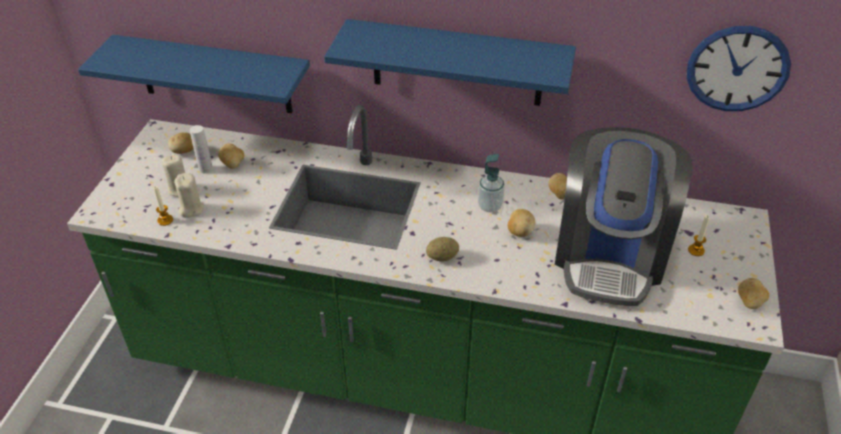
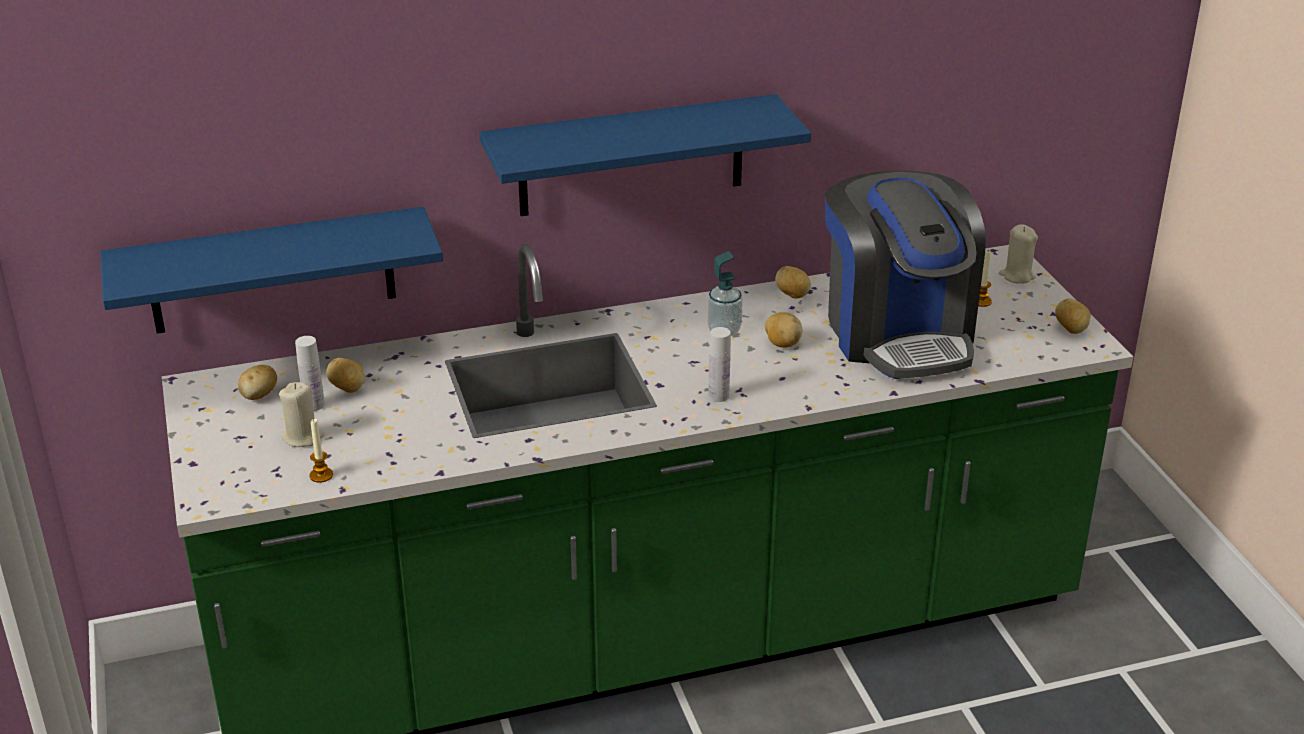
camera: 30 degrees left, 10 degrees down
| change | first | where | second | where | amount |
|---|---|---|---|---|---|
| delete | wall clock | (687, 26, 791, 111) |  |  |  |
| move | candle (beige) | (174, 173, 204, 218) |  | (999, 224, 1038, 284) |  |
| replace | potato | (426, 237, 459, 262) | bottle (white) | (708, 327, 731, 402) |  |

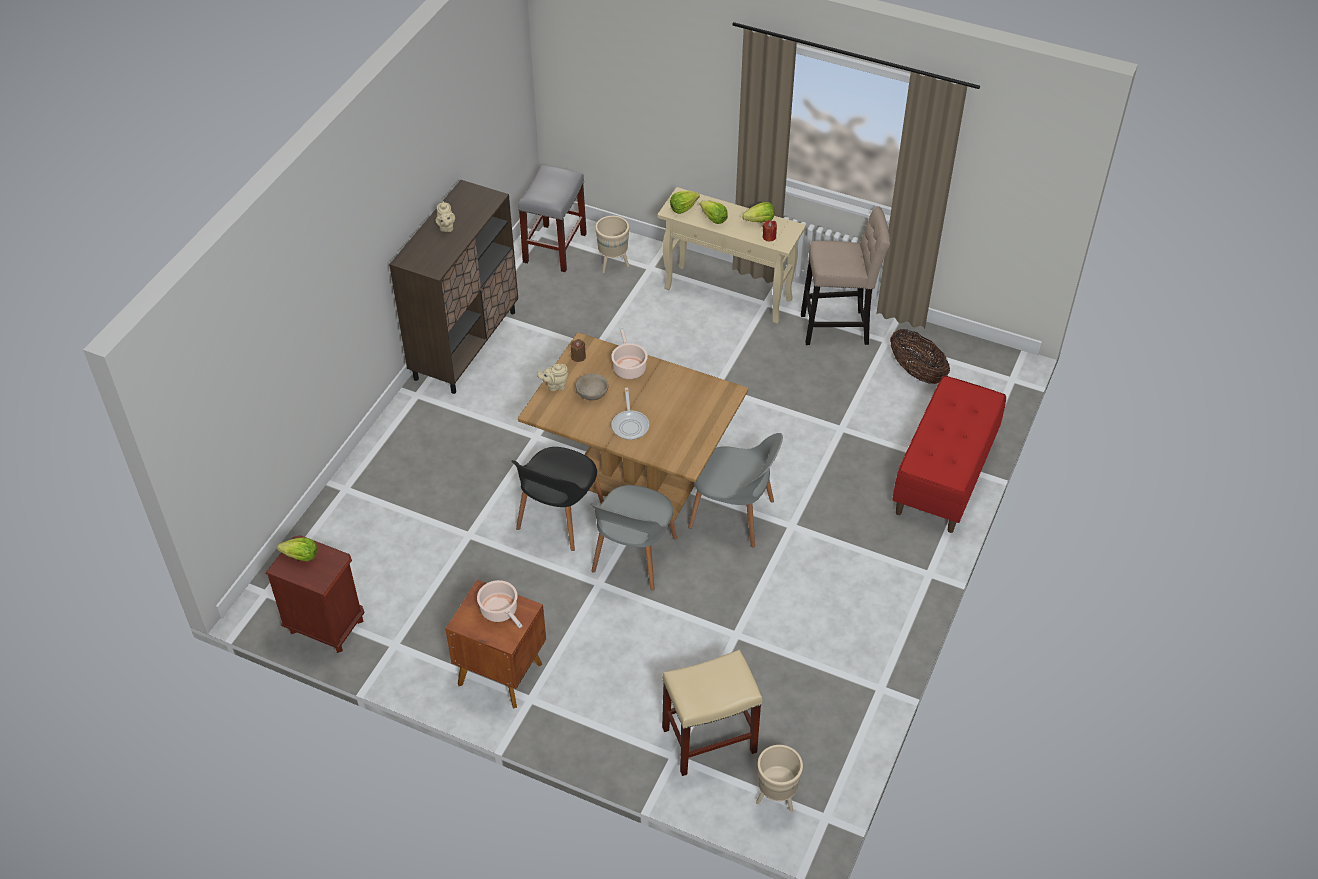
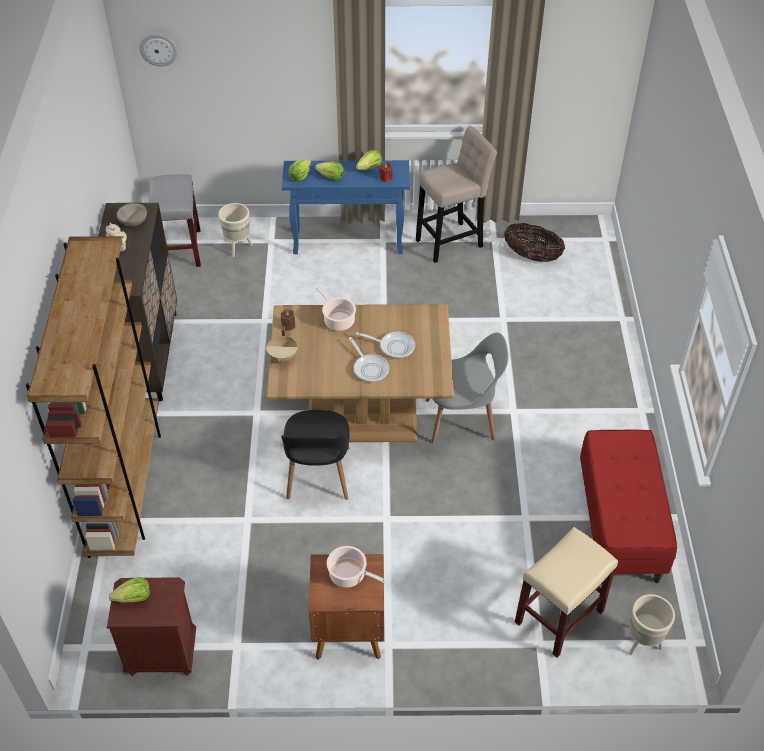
camera: 25 degrees left, 0 degrees up
| change | first | where | second | where | amount |
|---|---|---|---|---|---|
| delete | chair (grey) | (591, 485, 677, 590) |  |  |  |
| insert |  |  | bookcase (brown) | (26, 236, 161, 558) |  |
| insert |  |  | wall clock | (139, 34, 178, 67) |  |
| insert |  |  | frying pan | (356, 332, 415, 358) |  |
| move | bowl (beige) | (576, 373, 609, 400) |  | (117, 203, 147, 227) |  |
| move | bench (red) | (892, 376, 1006, 533) |  | (580, 430, 677, 583) |  |
| replace | teapot (beige) | (537, 364, 569, 391) | cooking pot (beige) | (266, 325, 298, 363) |  |
| recolor | console table (beige) | (657, 187, 806, 324) | console table (blue) | (282, 160, 410, 254) |  |

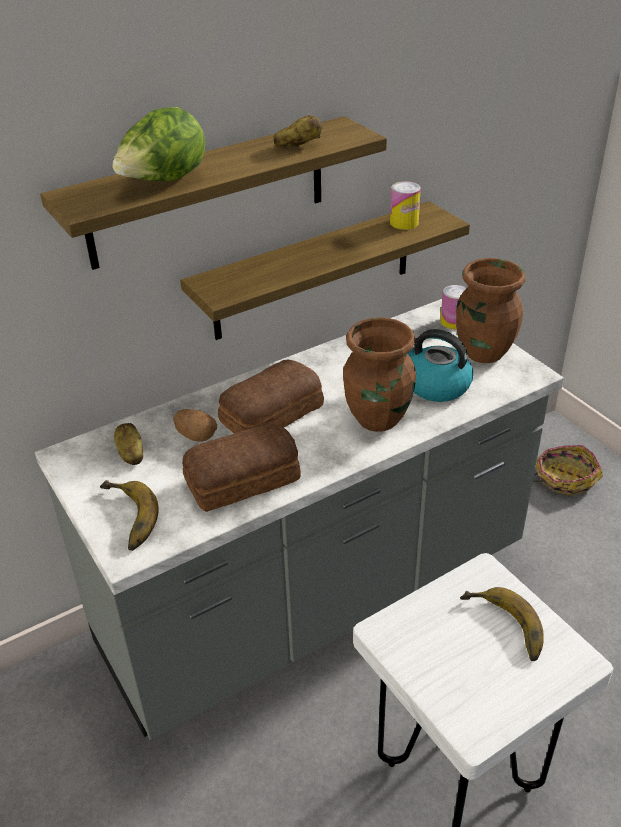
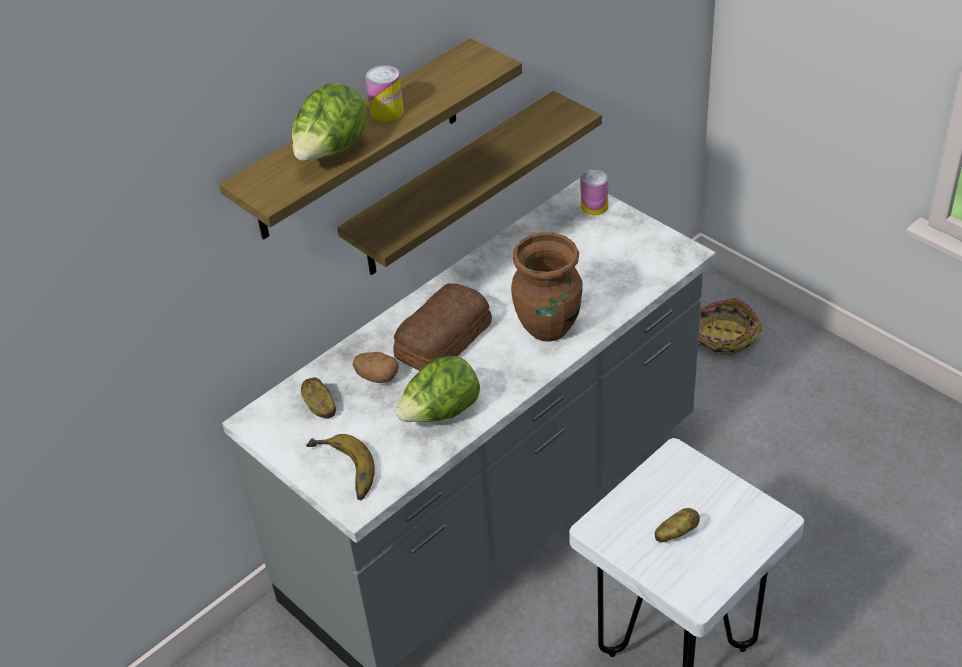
camera: 10 degrees left, 5 degrees up
| change | first | where | second | where | amount |
|---|---|---|---|---|---|
| delete | kettle | (407, 329, 473, 402) |  |  |  |
| delete | vase (brown) | (456, 258, 526, 363) |  |  |  |
| delete | banana | (460, 587, 544, 661) |  |  |  |
| move | potato | (274, 115, 323, 148) |  | (655, 508, 700, 542) |  |
| move | can | (390, 181, 421, 230) |  | (366, 65, 404, 122) |  |
| replace | bread | (182, 424, 301, 512) | lettuce | (395, 356, 480, 422) |  |

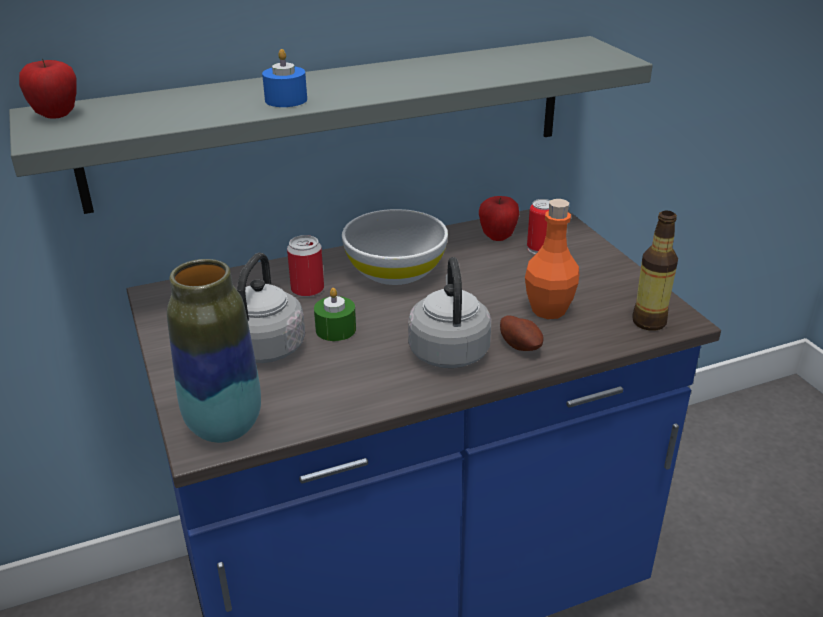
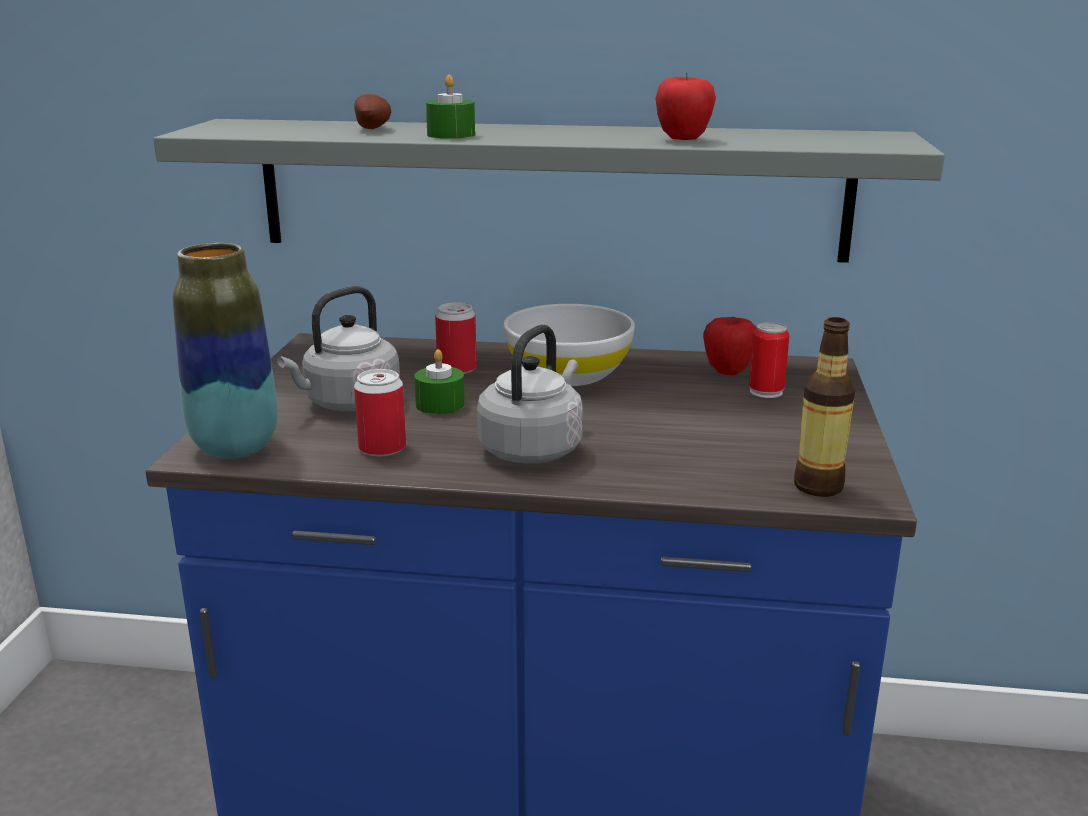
camera: 30 degrees right, 10 degrees down
| change | first | where | second | where | amount |
|---|---|---|---|---|---|
| delete | bottle (orange) | (525, 199, 579, 319) |  |  |  |
| insert |  |  | can | (354, 369, 406, 456) |  |
| move | apple | (19, 59, 77, 118) |  | (655, 72, 716, 140) |  |
| move | potato | (500, 315, 544, 351) |  | (354, 94, 391, 129) |  |
| recolor | candle (blue) | (262, 49, 307, 107) | candle (green) | (426, 75, 475, 139) |  |

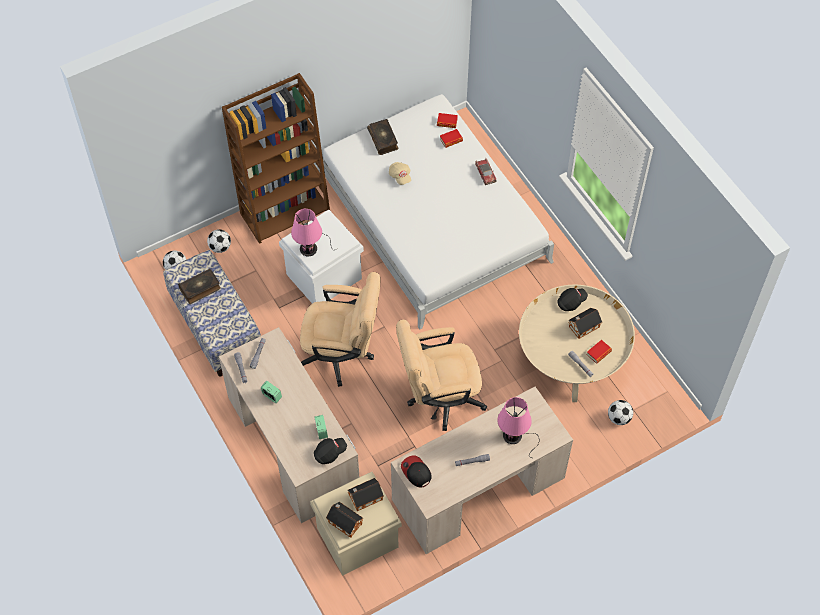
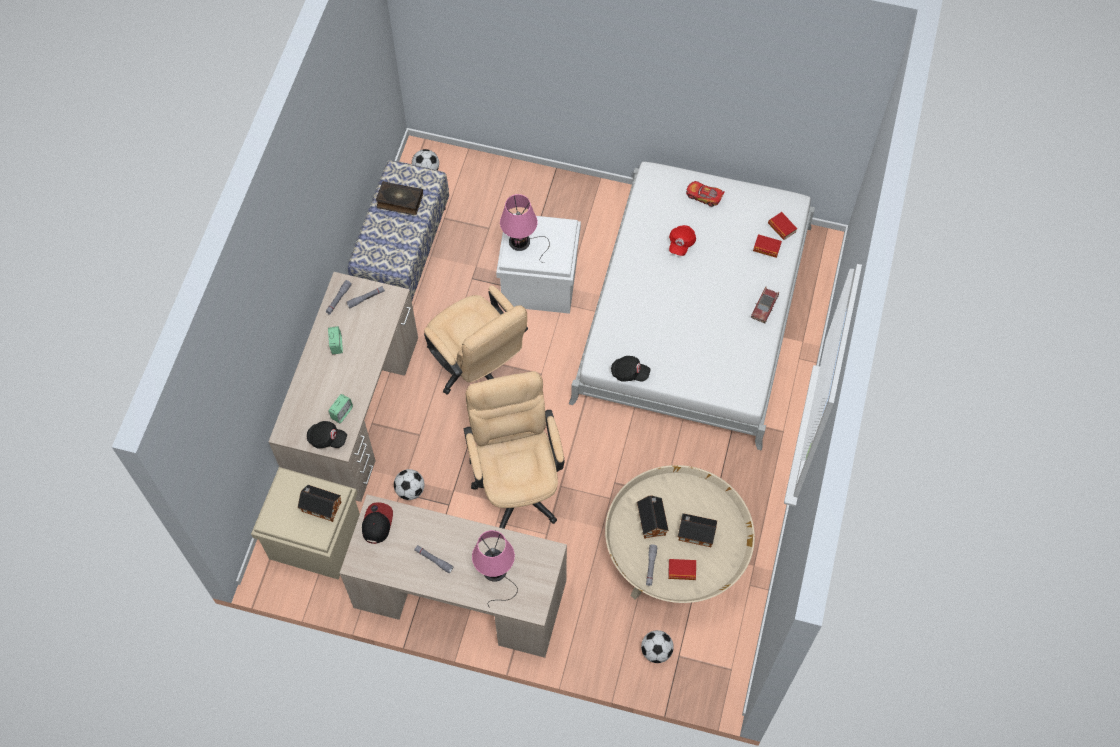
camera: 45 degrees right, 5 degrees up
| change | first | where | second | where | amount |
|---|---|---|---|---|---|
| delete | bookcase (brown) | (222, 73, 330, 244) |  |  |  |
| move | football | (207, 229, 231, 253) |  | (394, 469, 425, 500) |  |
| move | toy house | (326, 502, 363, 538) |  | (637, 495, 669, 539) |  |
| move | cap (black) | (557, 288, 588, 311) |  | (611, 356, 651, 382) |  |
| replace | book | (367, 119, 399, 155) | toy car | (686, 181, 725, 207) |  |
| recolor | cap (beige) | (389, 162, 411, 185) | cap (red) | (669, 225, 696, 256) |  |
| rotate | office chair (beige) | (396, 319, 487, 431) |  | (464, 371, 564, 529) | 45 degrees clockwise |

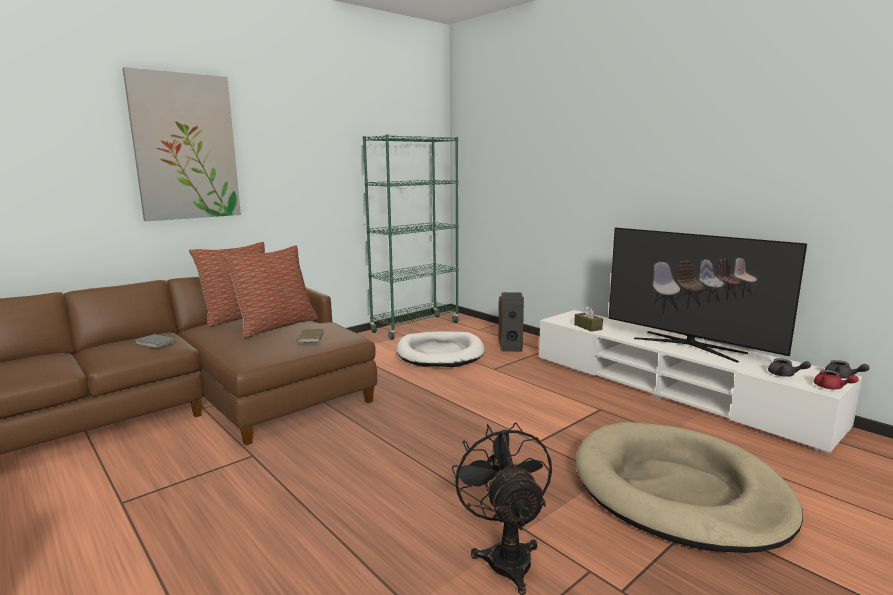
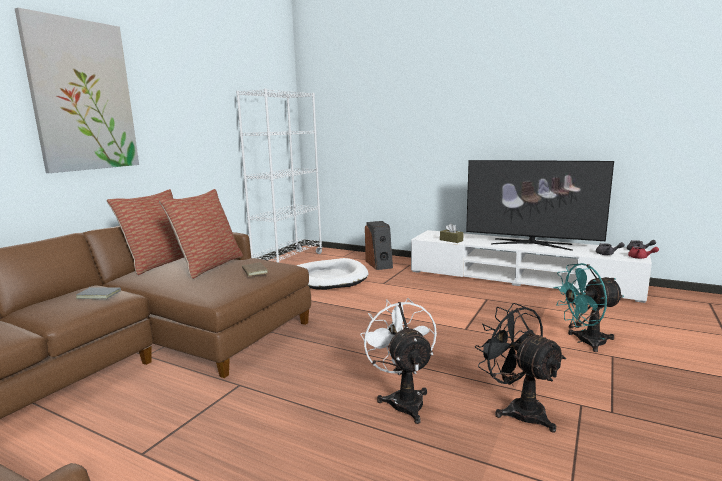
camera: 20 degrees left, 0 degrees up
| change | first | where | second | where | amount |
|---|---|---|---|---|---|
| insert |  |  | fan (white) | (360, 298, 437, 424) |  |
| replace | dog bed (beige) | (576, 422, 803, 553) | fan (turquoise) | (553, 263, 624, 352) |  |
| recolor | bookcase (green) | (363, 135, 459, 340) | bookcase (white) | (236, 88, 323, 263) |  |

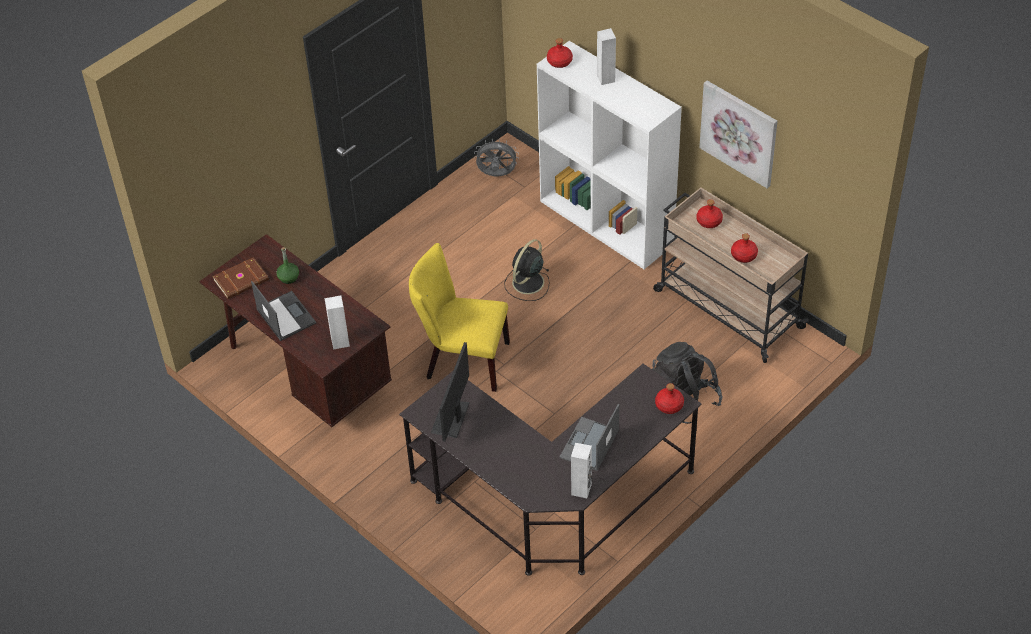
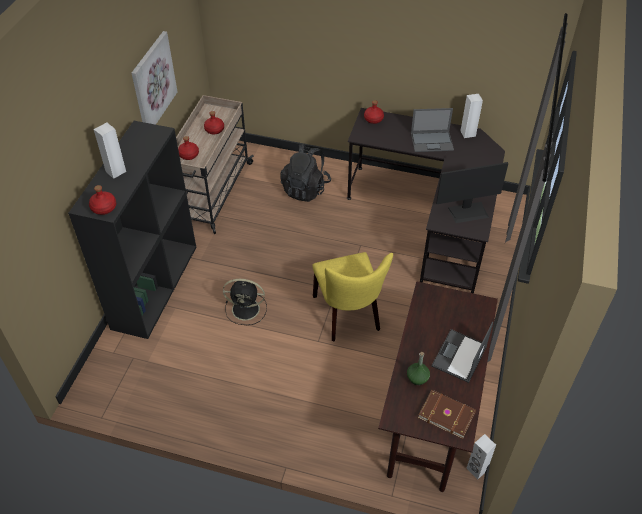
camera: 120 degrees left, 0 degrees up
| change | first | where | second | where | amount |
|---|---|---|---|---|---|
| delete | fan (grey) | (474, 139, 519, 176) |  |  |  |
| move | speaker (white) | (324, 296, 350, 350) |  | (466, 434, 496, 479) |  |
| recolor | bookcase (white) | (537, 41, 682, 269) | bookcase (black) | (68, 121, 196, 339) |  |

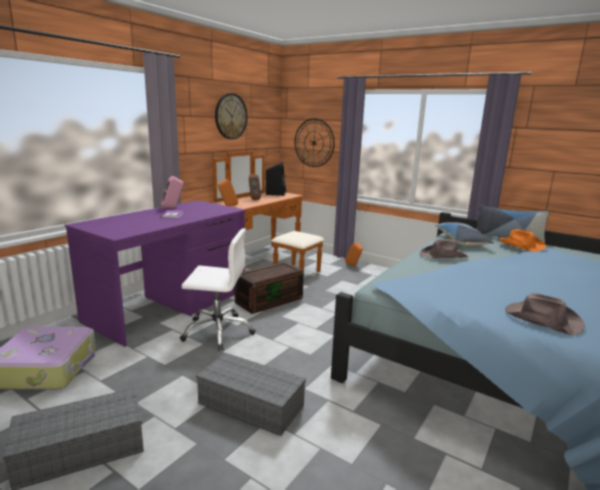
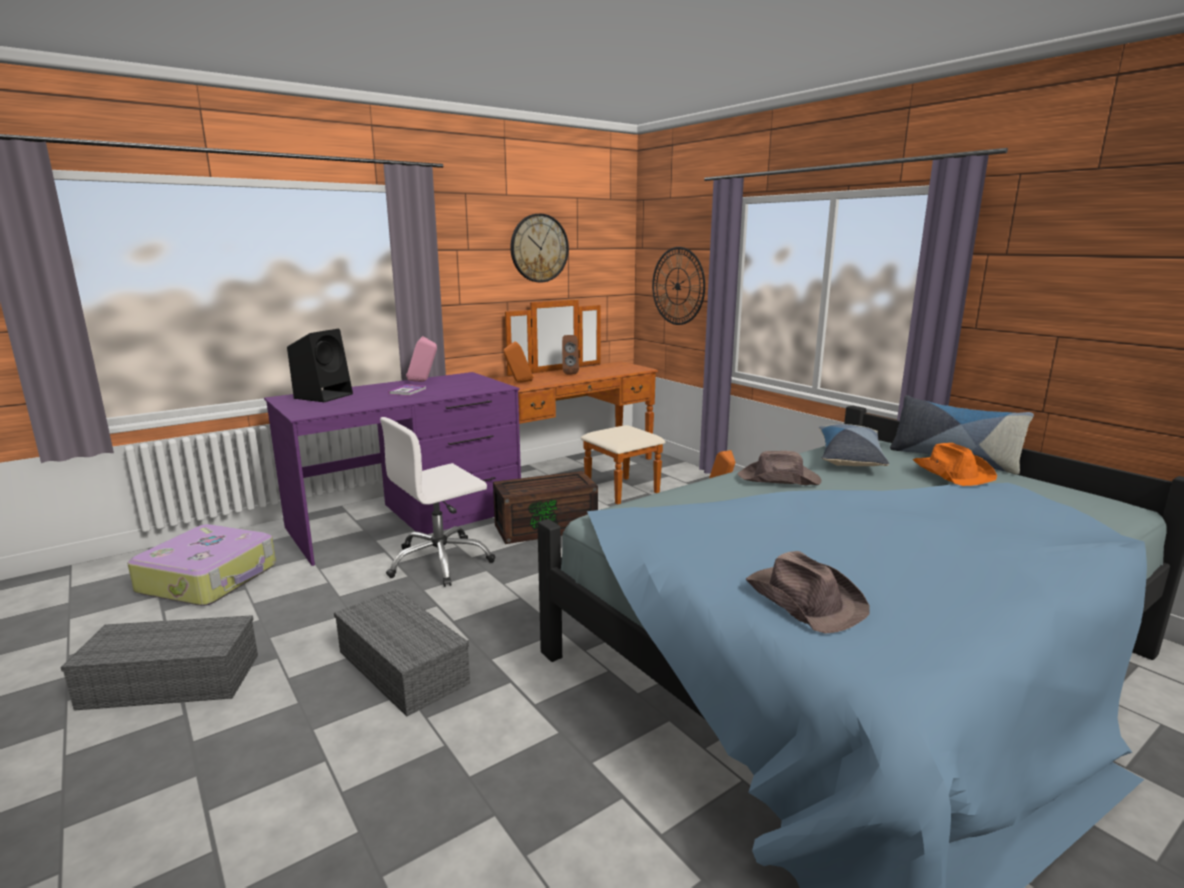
camera: 20 degrees right, 0 degrees up
| change | first | where | second | where | amount |
|---|---|---|---|---|---|
| move | speaker (black) | (266, 162, 286, 196) |  | (287, 328, 353, 402) |  |
| rotate | office chair (white) | (180, 228, 256, 351) |  | (380, 417, 495, 587) | 120 degrees clockwise |

